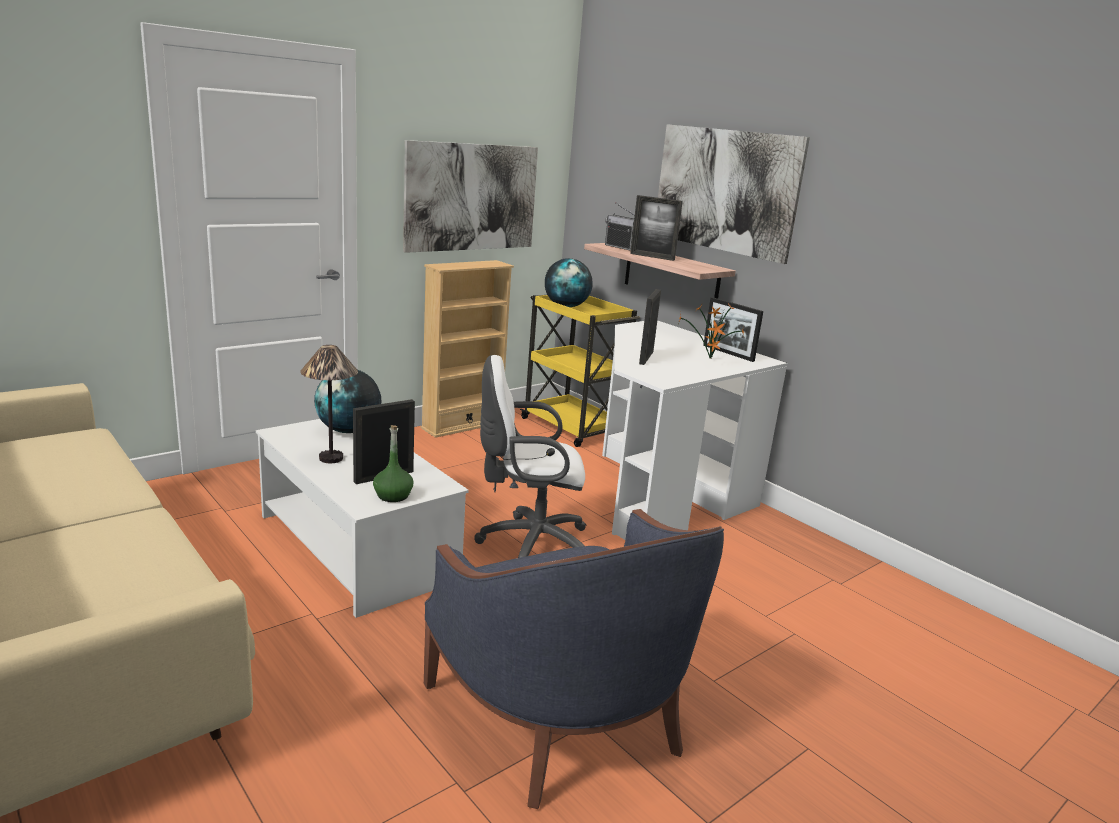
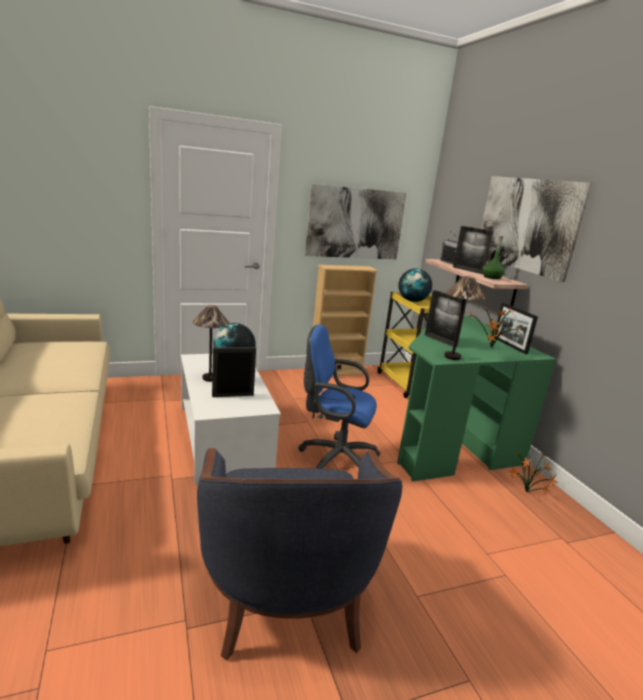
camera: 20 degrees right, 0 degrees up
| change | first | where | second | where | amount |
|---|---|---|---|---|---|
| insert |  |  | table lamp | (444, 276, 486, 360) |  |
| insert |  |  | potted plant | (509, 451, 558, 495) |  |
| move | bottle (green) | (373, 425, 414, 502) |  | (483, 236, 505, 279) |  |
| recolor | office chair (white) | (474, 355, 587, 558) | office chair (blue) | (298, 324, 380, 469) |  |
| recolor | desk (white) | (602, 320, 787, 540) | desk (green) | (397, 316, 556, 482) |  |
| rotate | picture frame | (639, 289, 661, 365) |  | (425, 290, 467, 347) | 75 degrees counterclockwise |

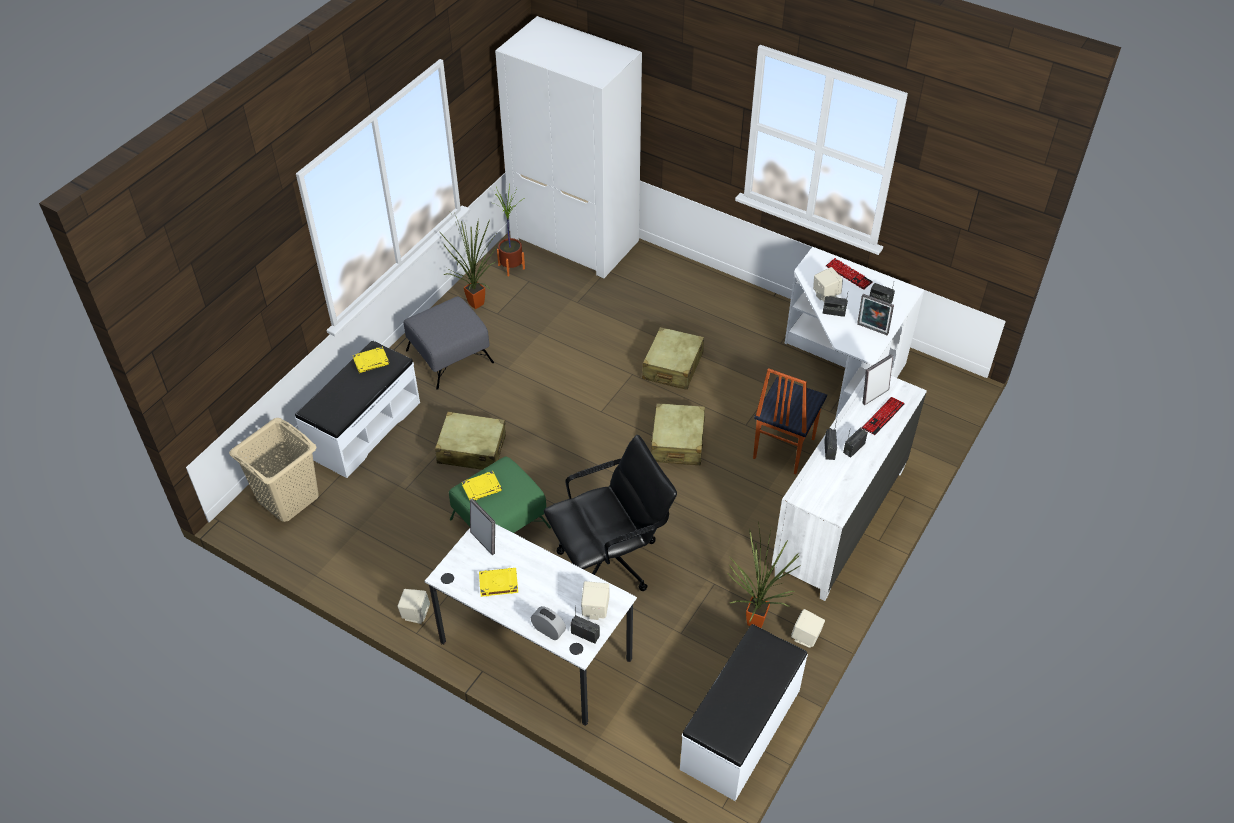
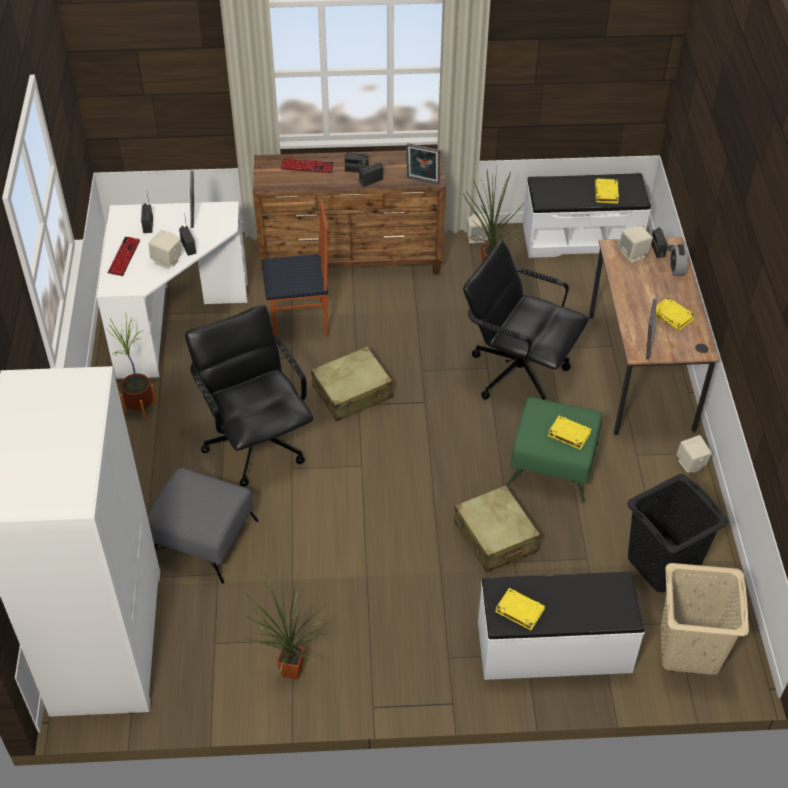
camera: 125 degrees left, 0 degrees up
| change | first | where | second | where | amount |
|---|---|---|---|---|---|
| insert |  |  | book (yellow) | (595, 179, 619, 203) |  |
| insert |  |  | laundry basket (black) | (627, 474, 728, 592) |  |
| move | ottoman (grey) | (404, 296, 494, 390) |  | (148, 468, 259, 584) |  |
| move | potted plant | (492, 183, 525, 276) |  | (109, 317, 157, 419) |  |
| move | picture frame | (862, 354, 893, 405) |  | (406, 143, 440, 184) |  |
| replace | suitcase (beige) | (642, 327, 704, 390) | office chair (black) | (185, 304, 314, 486) |  |
| recolor | desk (white) | (425, 524, 637, 726) | desk (brown) | (589, 237, 719, 435) |  |
| recolor | dresser (white) | (772, 376, 927, 601) | dresser (brown) | (253, 149, 446, 275) |  |

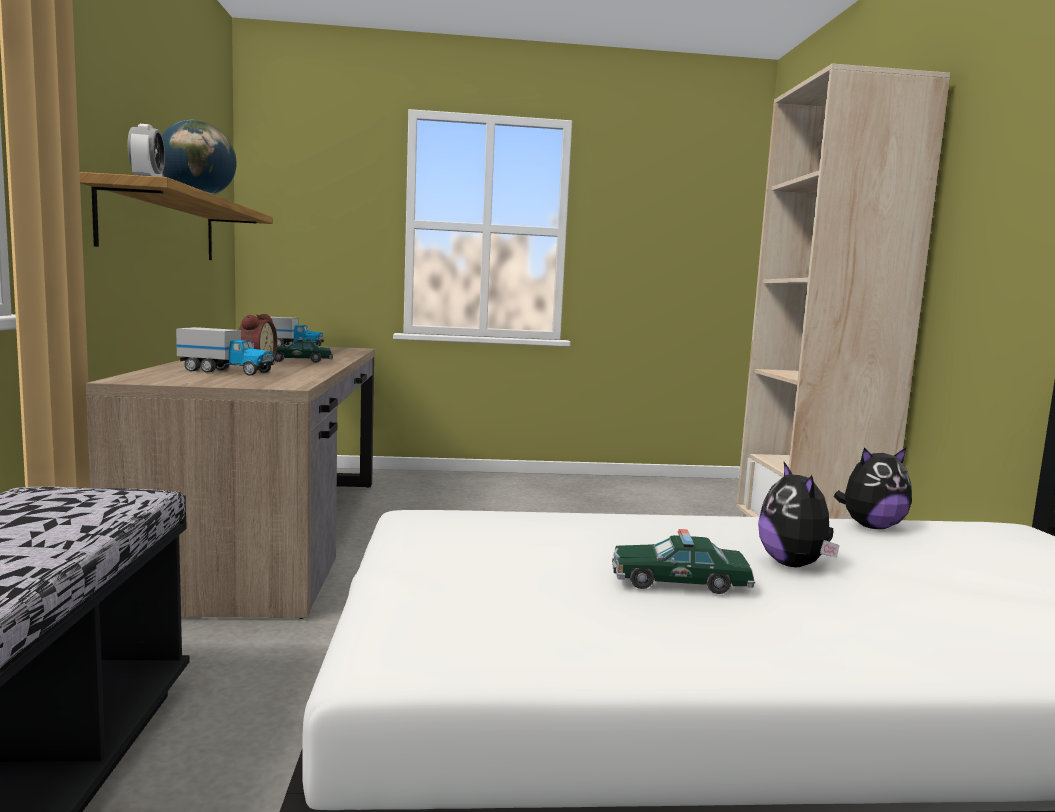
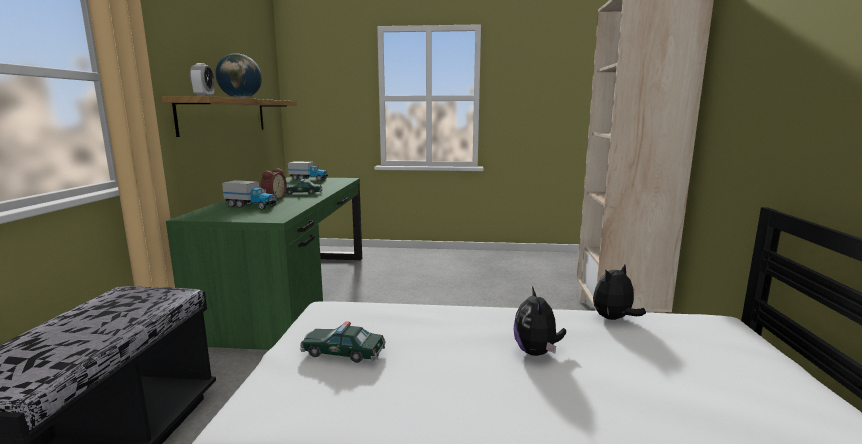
camera: 10 degrees right, 5 degrees up
| change | first | where | second | where | amount |
|---|---|---|---|---|---|
| move | toy car | (612, 529, 755, 594) |  | (300, 321, 386, 363) |  |
| recolor | desk (brown) | (86, 347, 375, 619) | desk (green) | (166, 177, 362, 350) |  |
| rotate | plush toy | (834, 447, 912, 529) |  | (593, 264, 646, 320) | 150 degrees clockwise |

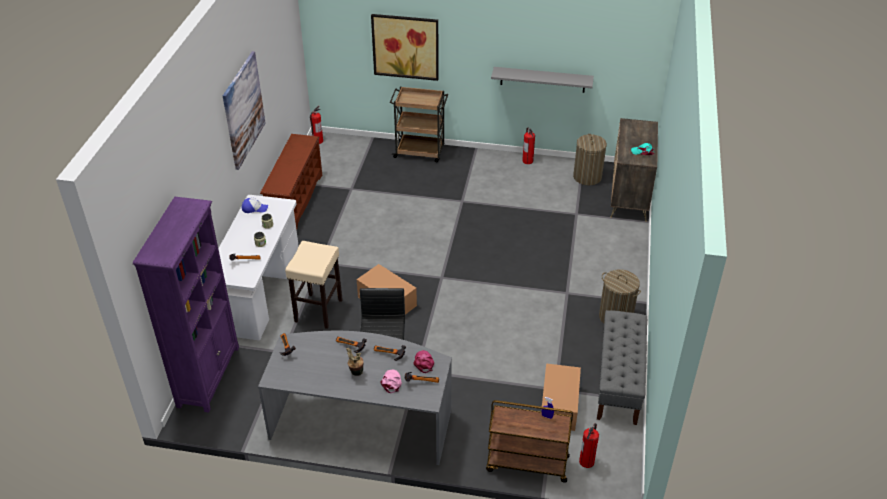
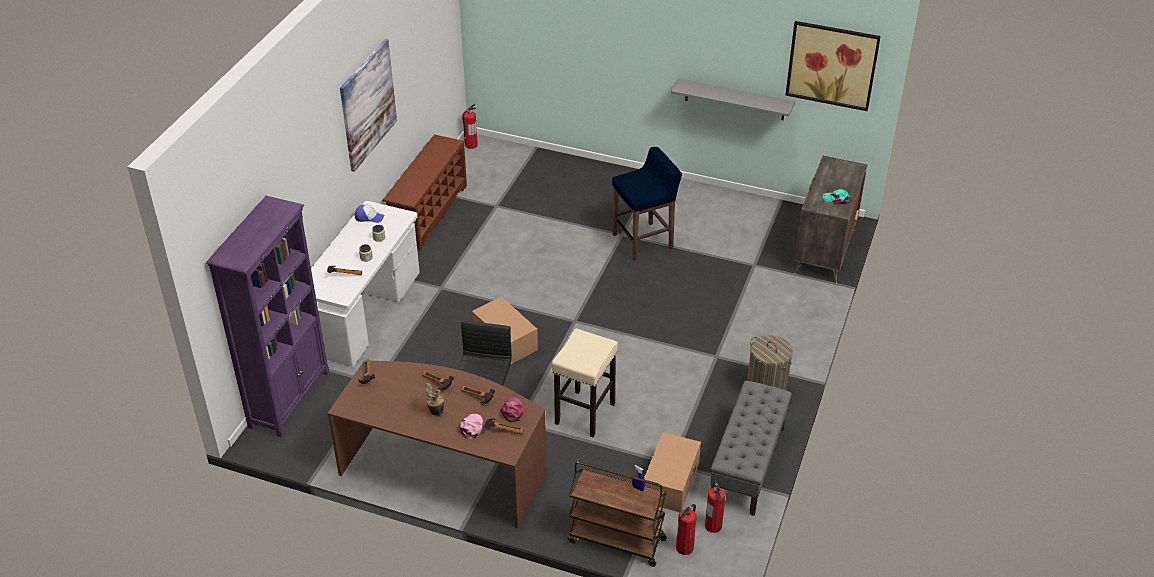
camera: 10 degrees right, 0 degrees up
| change | first | where | second | where | amount |
|---|---|---|---|---|---|
| delete | cart (brown) | (390, 86, 448, 162) |  |  |  |
| delete | laundry basket | (573, 134, 607, 185) |  |  |  |
| insert |  |  | stool (blue) | (612, 147, 682, 261) |  |
| move | stool (beige) | (285, 241, 343, 329) |  | (552, 328, 618, 437) |  |
| move | picture | (371, 14, 439, 81) |  | (785, 21, 881, 111) |  |
| move | fire extinguisher | (522, 128, 535, 164) |  | (705, 481, 726, 533) |  |
| recolor | desk (grey) | (258, 331, 452, 465) | desk (brown) | (328, 360, 546, 528) |  |

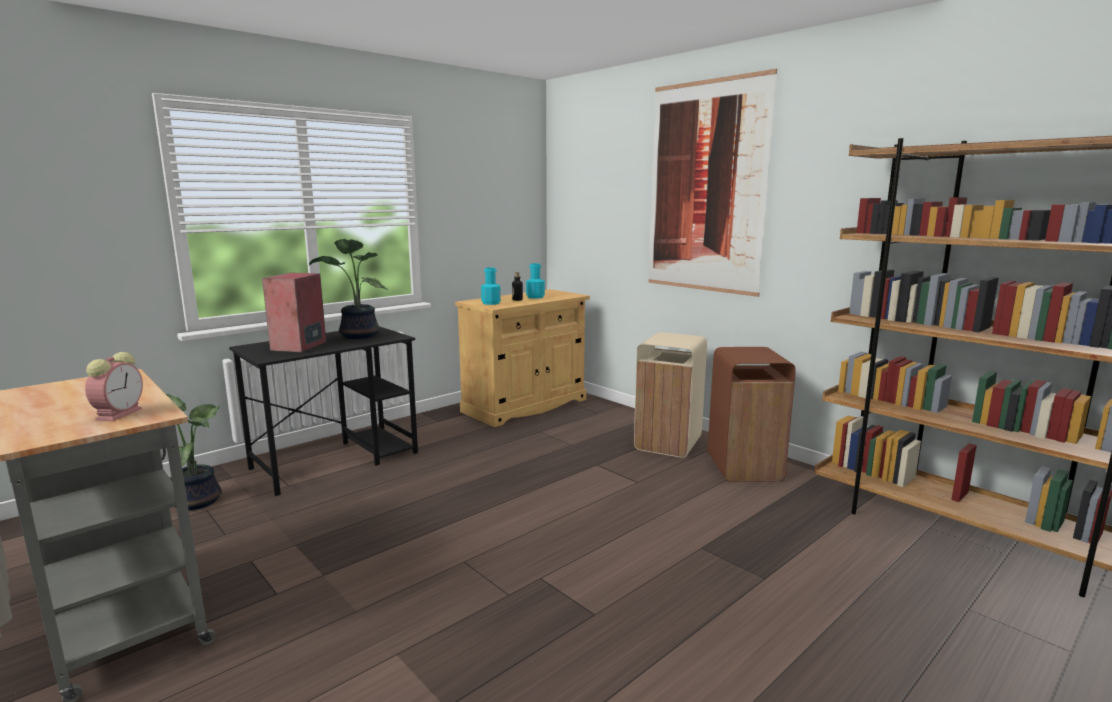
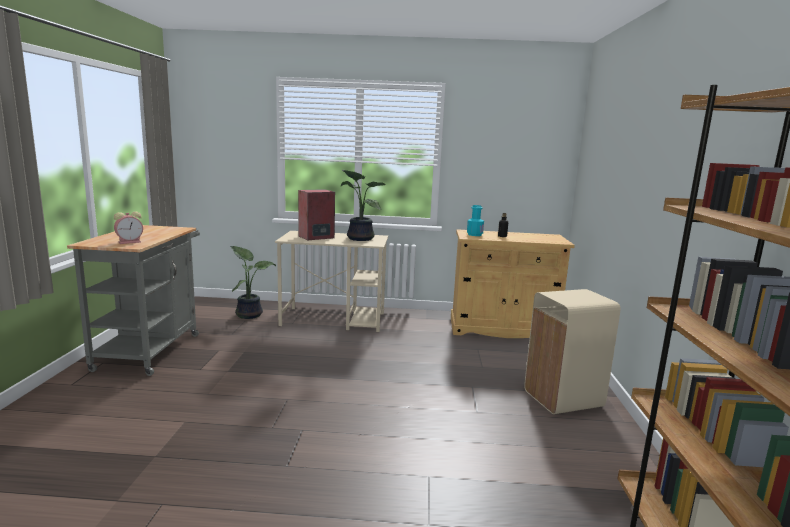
camera: 45 degrees right, 0 degrees up
| change | first | where | second | where | amount |
|---|---|---|---|---|---|
| delete | bottle (turquoise) | (526, 263, 545, 299) |  |  |  |
| delete | picture | (648, 69, 777, 297) |  |  |  |
| delete | trash can (brown) | (708, 347, 796, 482) |  |  |  |
| recolor | desk (black) | (229, 326, 418, 496) | desk (beige) | (275, 231, 388, 332) |  |

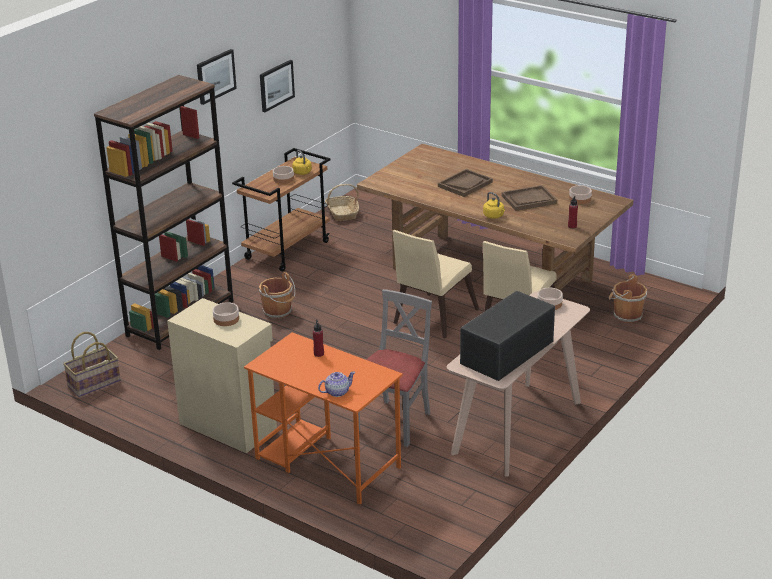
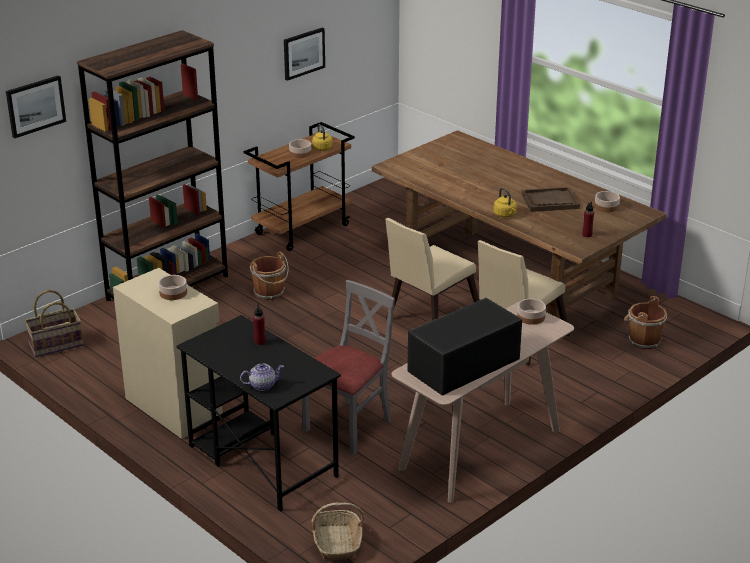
camera: 10 degrees right, 0 degrees up
| change | first | where | second | where | amount |
|---|---|---|---|---|---|
| delete | tray (brown) | (438, 169, 493, 197) |  |  |  |
| move | picture | (197, 49, 237, 105) |  | (6, 75, 66, 138) |  |
| move | basket | (325, 184, 359, 221) |  | (312, 503, 364, 560) |  |
| recolor | desk (orange) | (244, 332, 403, 505) | desk (black) | (177, 315, 341, 512) |  |

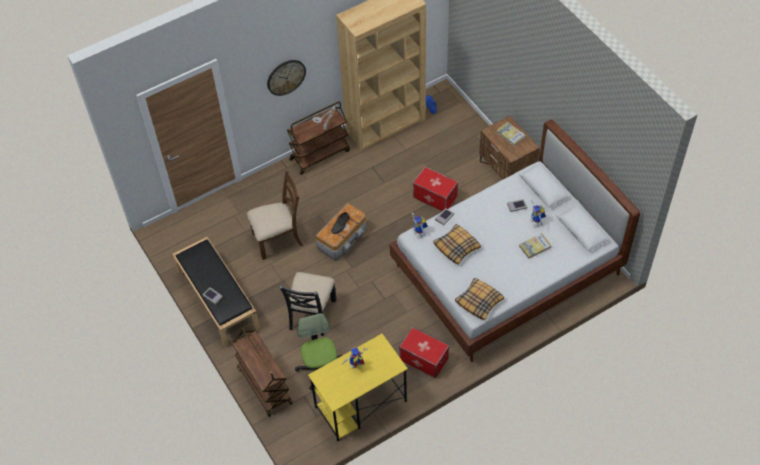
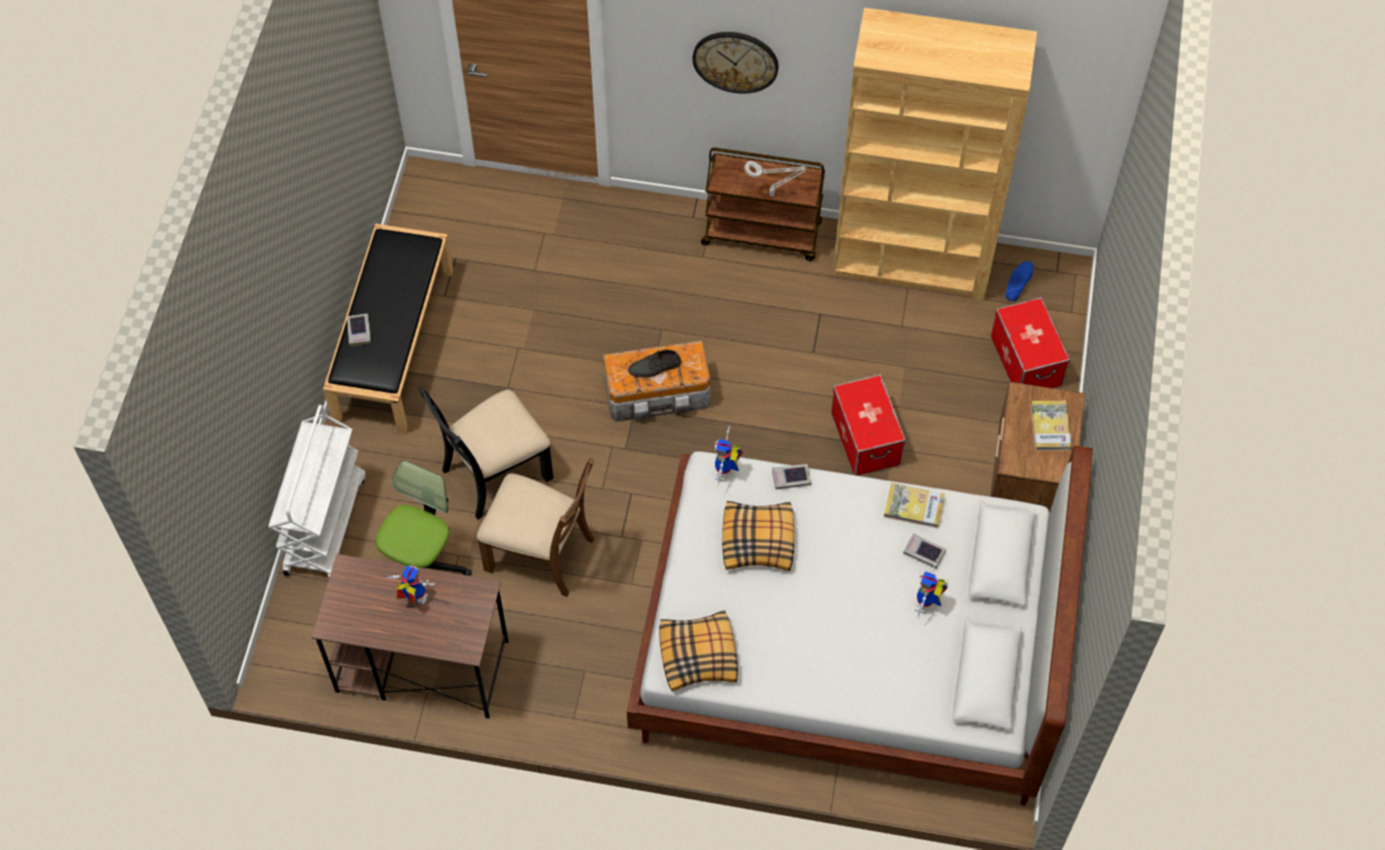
camera: 40 degrees right, 5 degrees up
| change | first | where | second | where | amount |
|---|---|---|---|---|---|
| move | chair (brown) | (247, 171, 303, 260) |  | (477, 458, 594, 597) |  |
| move | storage box | (399, 327, 449, 378) |  | (991, 297, 1070, 388) |  |
| move | book | (519, 233, 552, 259) |  | (884, 483, 945, 528) |  |
| recolor | cart (brown) | (232, 326, 293, 417) | cart (white) | (269, 405, 365, 578) |  |
| recolor | desk (yellow) | (308, 334, 408, 442) | desk (brown) | (312, 554, 509, 719) |  |

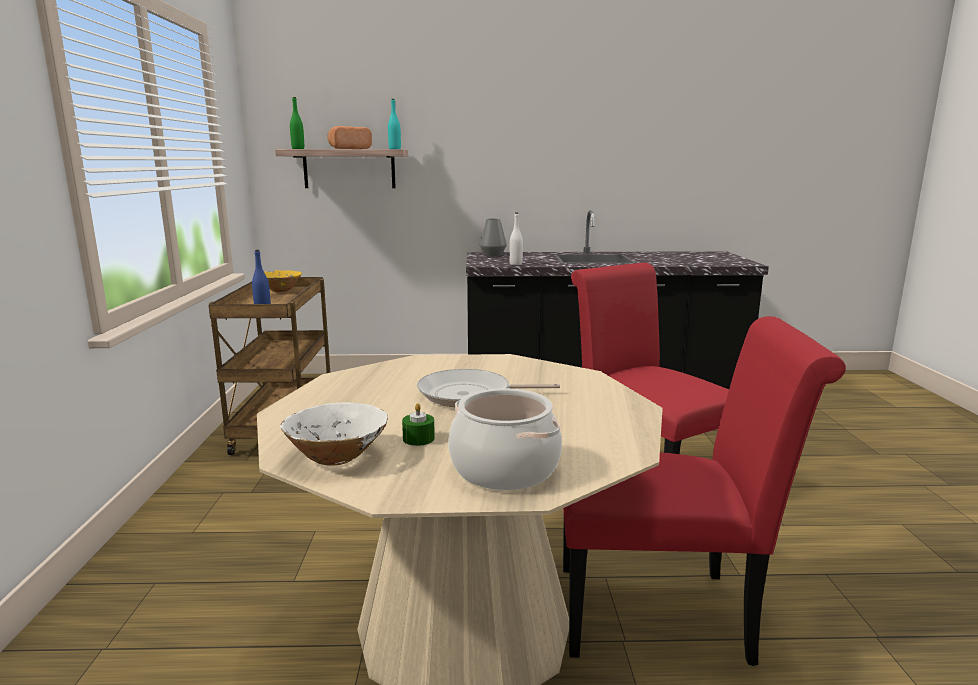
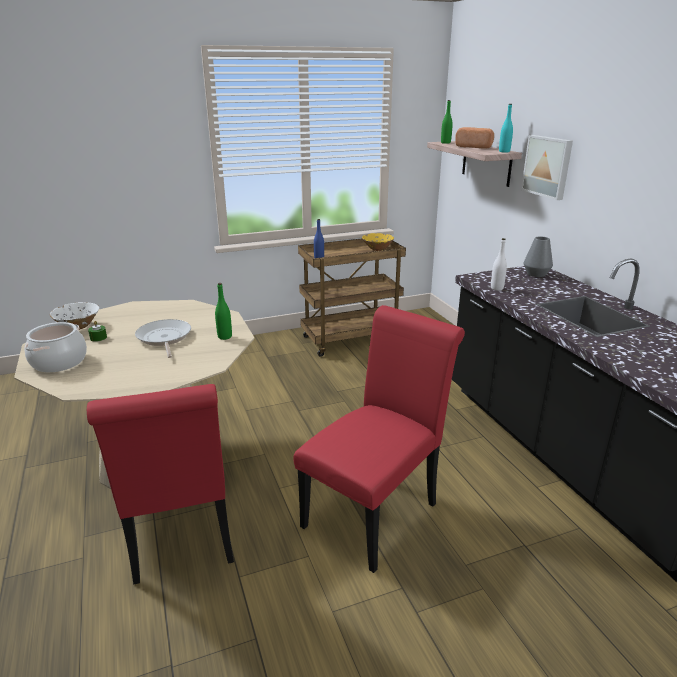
camera: 70 degrees right, 10 degrees up
| change | first | where | second | where | amount |
|---|---|---|---|---|---|
| insert |  |  | bottle (green) | (215, 283, 232, 340) |  |
| insert |  |  | picture | (521, 135, 573, 200) |  |

